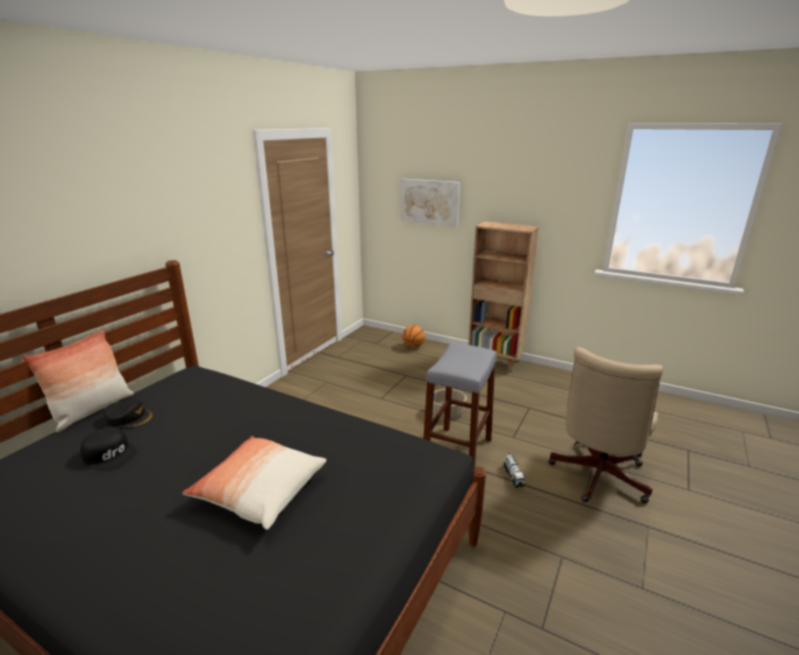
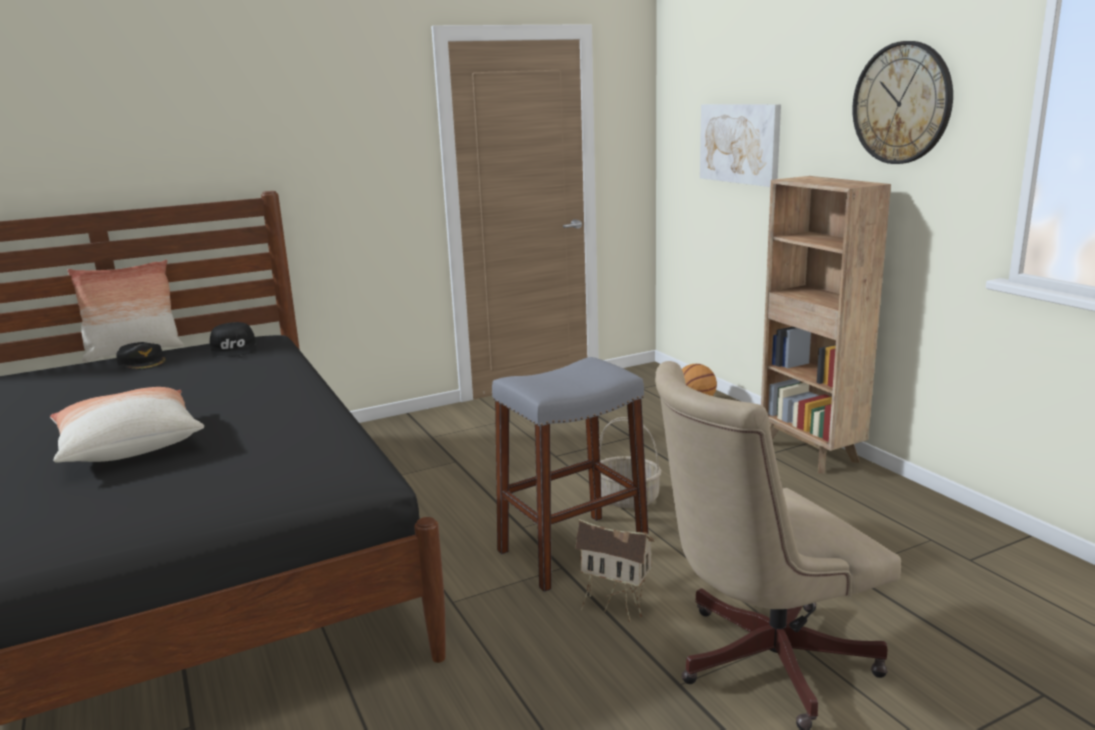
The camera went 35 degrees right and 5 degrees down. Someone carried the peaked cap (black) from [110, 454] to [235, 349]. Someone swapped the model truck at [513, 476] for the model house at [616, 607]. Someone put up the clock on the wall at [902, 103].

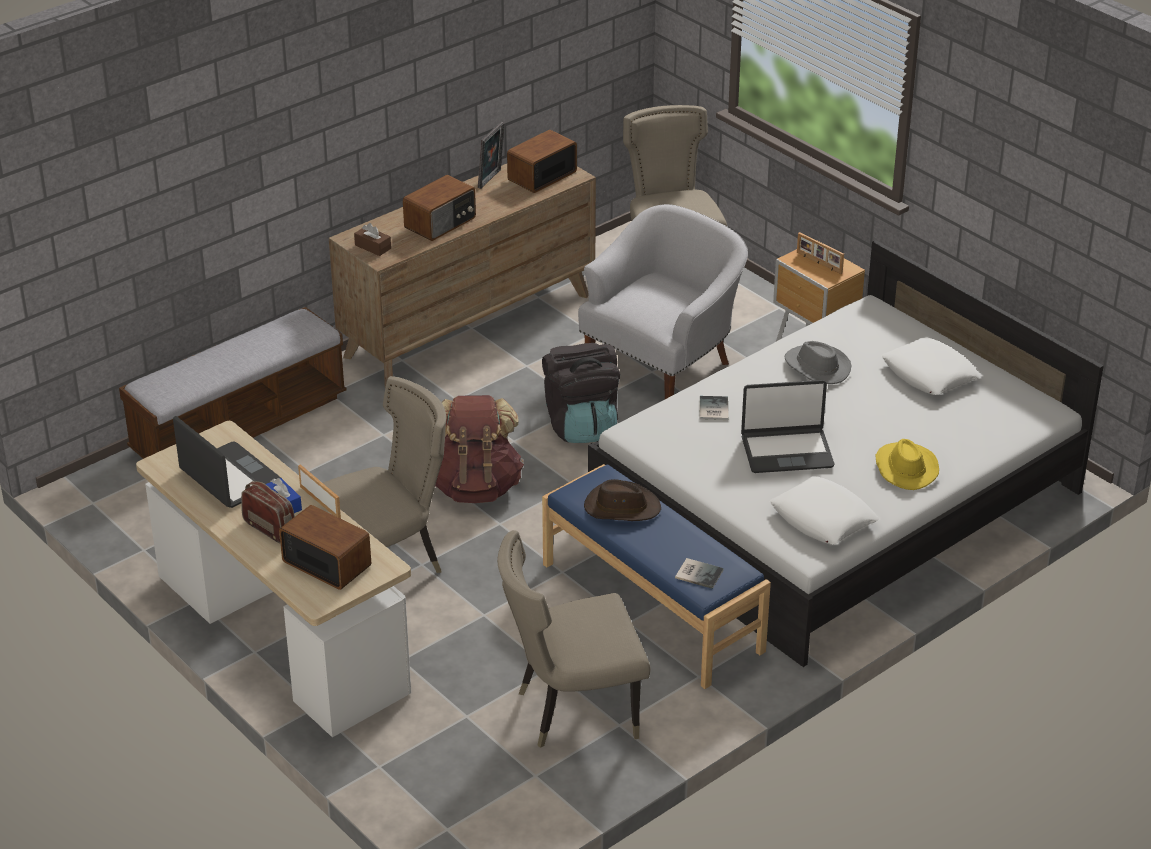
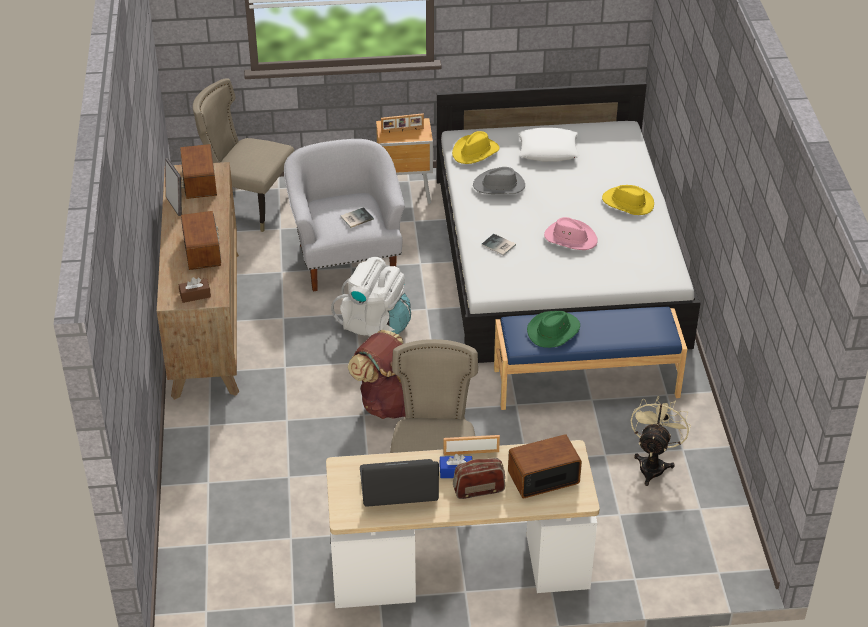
The camera went 55 degrees left and 5 degrees up. Someone took away the indoor bench at [240, 424]. Someone swapped the chair (sand-coloured) at [571, 711] for the electric fan (sand-coloured) at [653, 464]. Someone repainted the rucksack (black) at [581, 425], which became the rucksack (white-coloured) at [375, 324]. Someone repainted the hat (brownish) at [621, 507], which became the hat (green) at [553, 331]. Someone carried the bound book from [698, 573] to [355, 218]. Someone swapped the laptop at [786, 451] for the hat (pink) at [570, 238]. Someone took away the throw pillow (white-coloured) at [823, 518]. Someone put down the hat (yellow) at [475, 152].

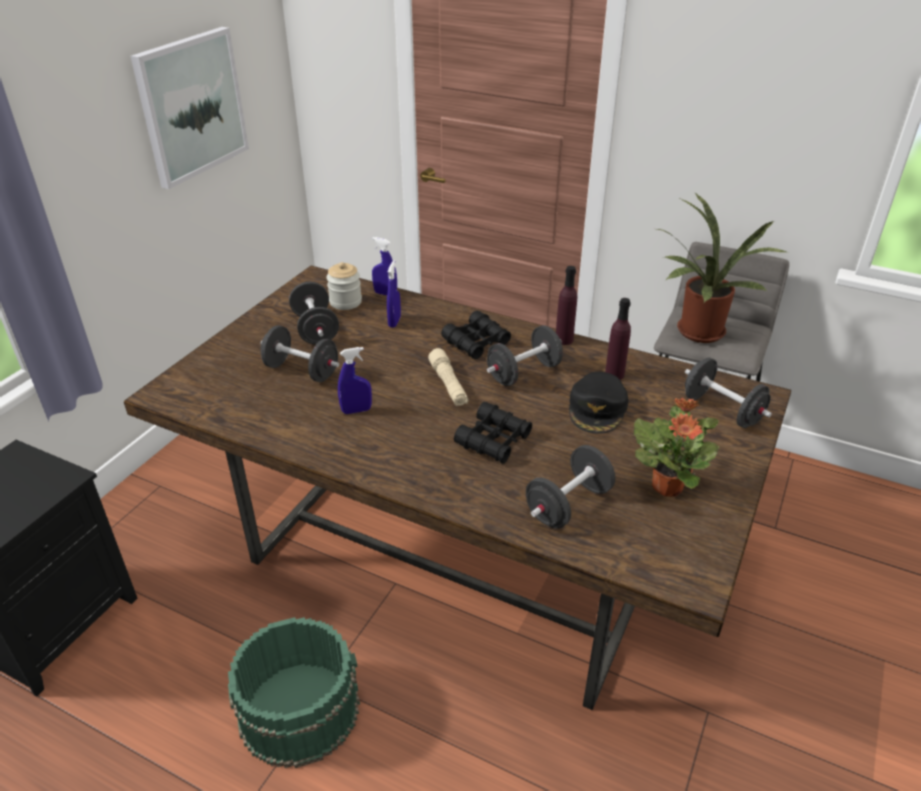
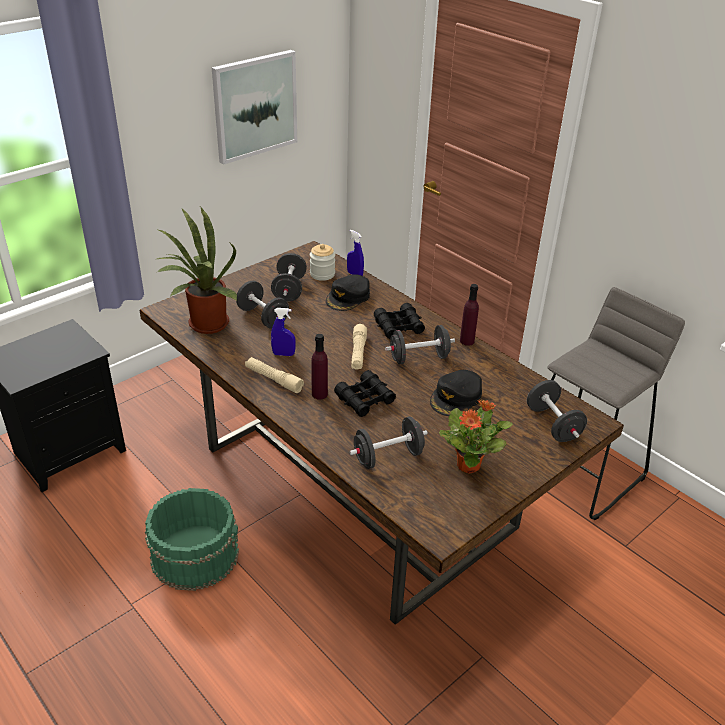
The camera went 20 degrees right and 0 degrees up. Someone swapped the spray bottle (bluish) at [394, 322] for the peaked cap (black) at [348, 297]. Someone carried the bottle (purple) from [614, 374] to [319, 394]. Someone carried the houseplant from [697, 334] to [204, 325]. Someone put down the hand torch (sand-coloured) at [273, 379].

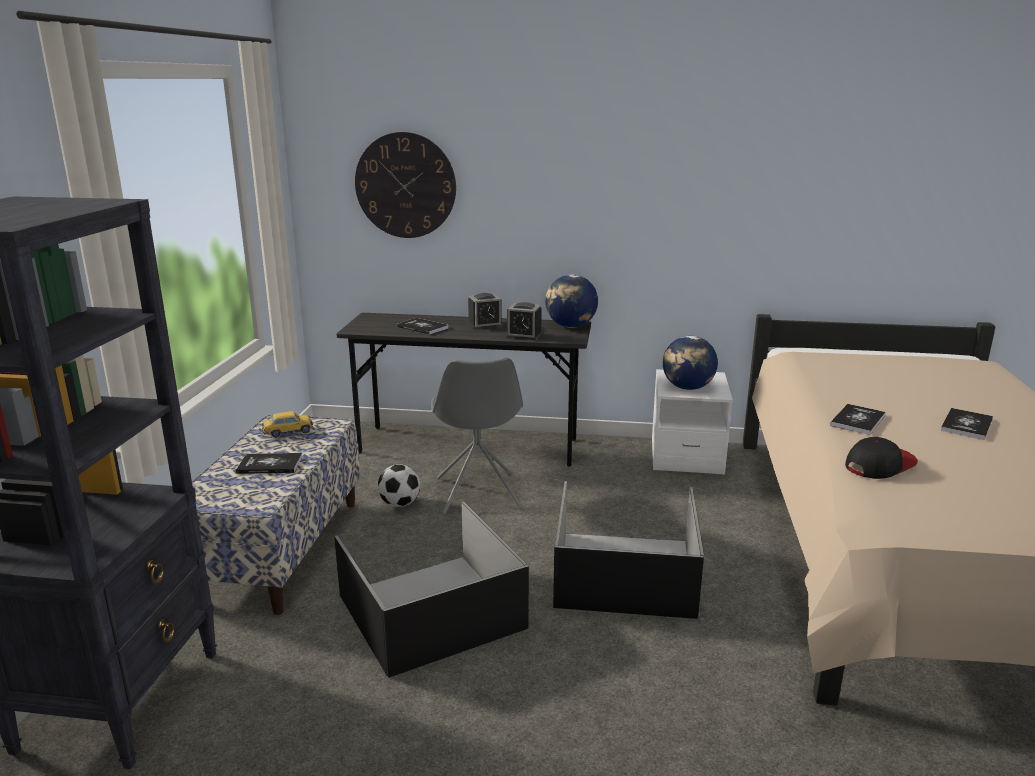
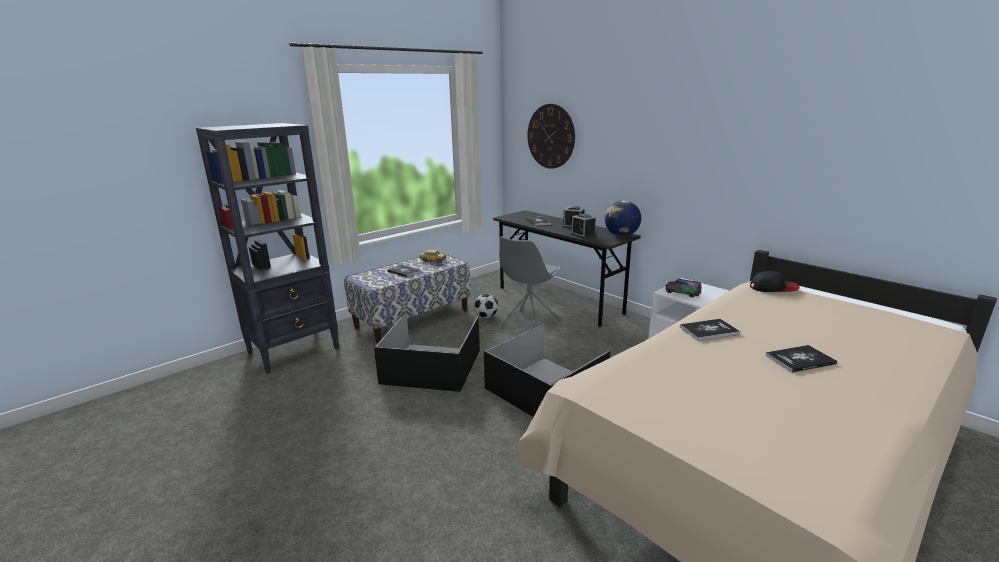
The camera went 40 degrees right and 0 degrees up. Someone swapped the desk globe at [688, 388] for the model truck at [682, 293]. Someone carried the peaked cap from [879, 465] to [773, 288].

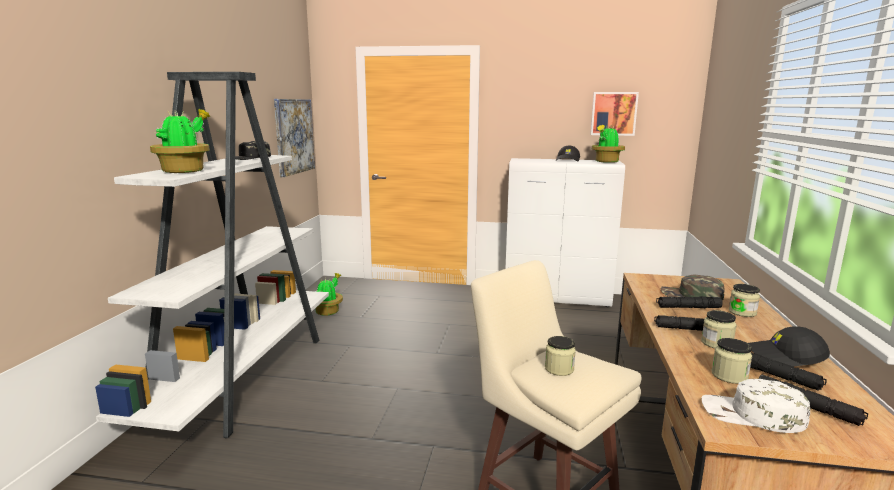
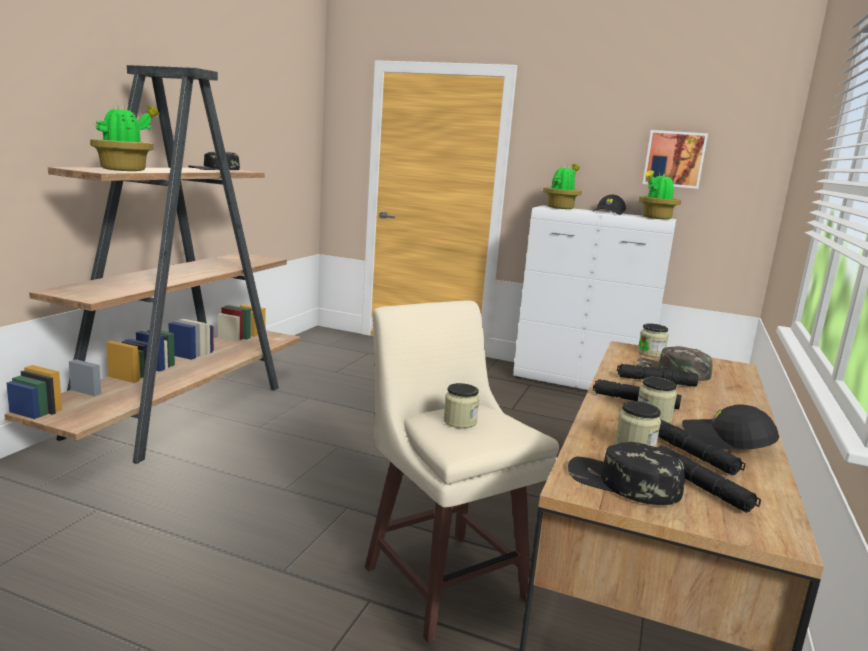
The camera went 10 degrees right and 0 degrees up. Someone repainted the bookcase (white-coloured) at [244, 375], which became the bookcase (brownish) at [183, 409]. Someone took away the wall art at [294, 136]. Someone carried the houseplant from [328, 311] to [560, 208]. Someone repainted the peaked cap (white-coloured) at [752, 414], which became the peaked cap (black) at [622, 483]. Someone carried the storage jar from [742, 312] to [651, 353].

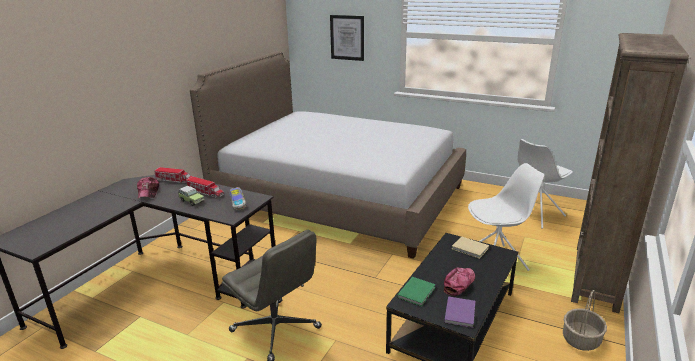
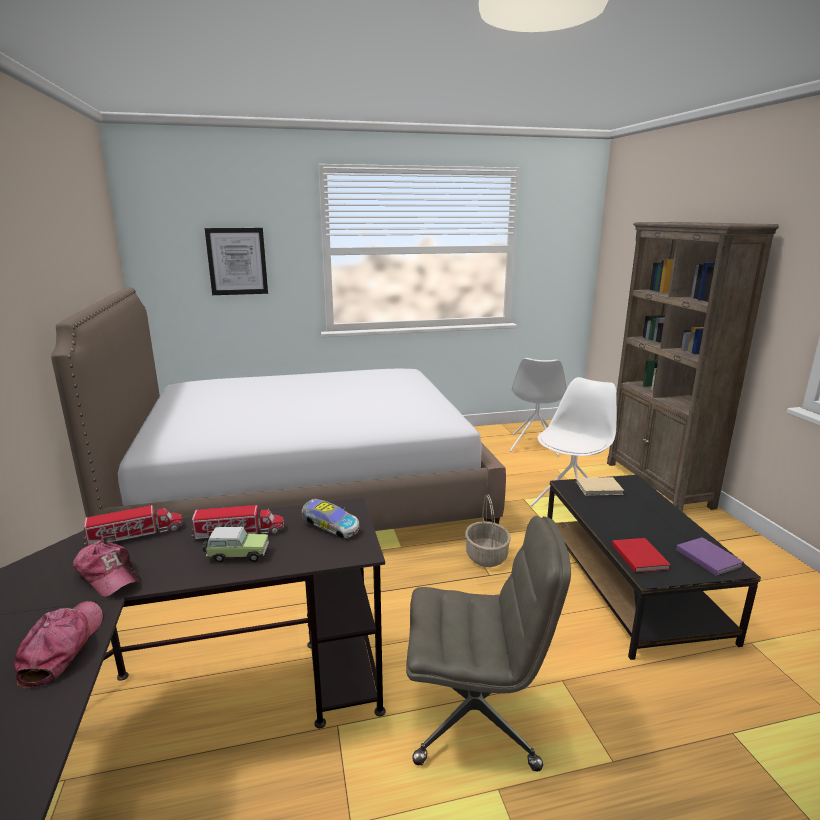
The camera went 40 degrees left and 5 degrees down. Someone repainted the bound book (green) at [417, 292], which became the bound book (red) at [639, 556]. Someone carried the peaked cap from [459, 283] to [62, 647]. Someone carried the storage basket from [581, 340] to [487, 556].

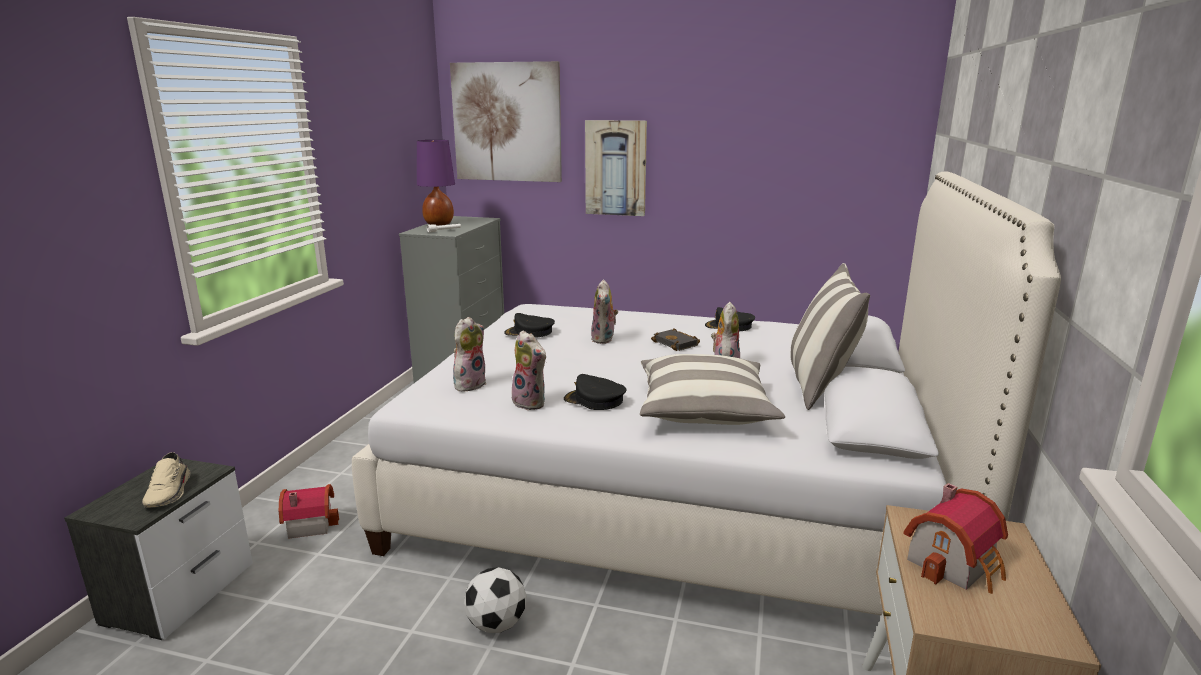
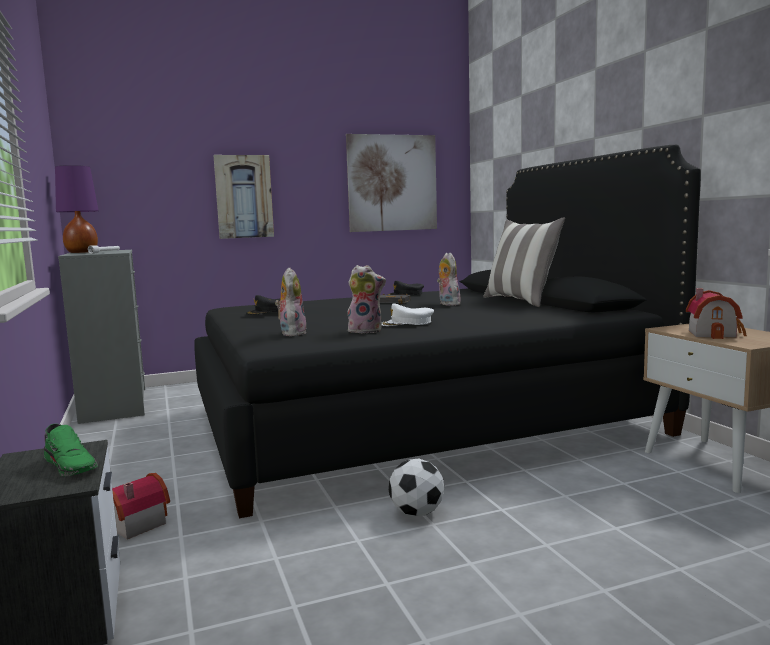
The camera went 35 degrees left and 10 degrees down. Someone repainted the low shoe (sand-coloured) at [170, 492], which became the low shoe (green) at [72, 465]. Someone repainted the bed (white-coloured) at [674, 491], which became the bed (black) at [421, 421]. Someone carried the wall art from [506, 122] to [392, 183]. Someone repainted the peaked cap (black) at [594, 400], which became the peaked cap (white-coloured) at [407, 323]. Someone took away the soft toy at [604, 339]. Someone took away the throw pillow at [704, 410].

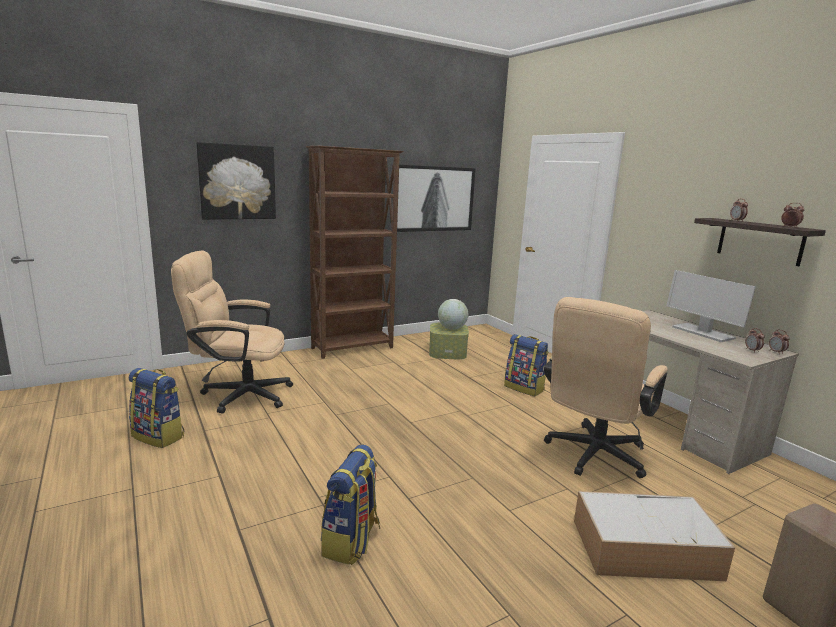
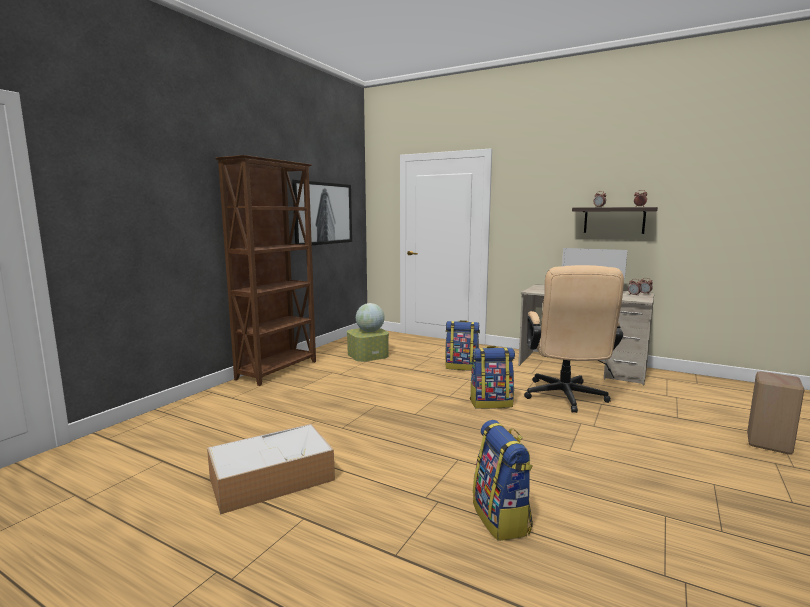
The camera went 30 degrees left and 5 degrees down. Someone carried the rucksack from [159, 436] to [491, 403]. Someone took away the computer chair (sand-coloured) at [238, 394]. Someone took away the wall art at [237, 182]. Someone carried the storage container from [646, 548] to [273, 478].

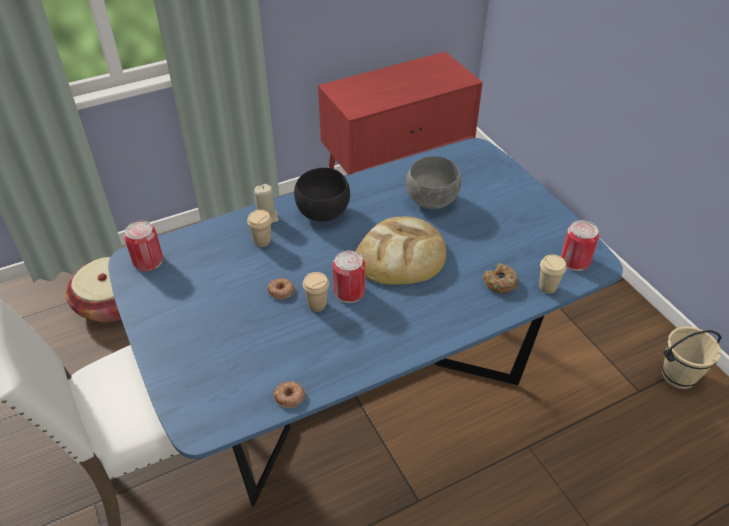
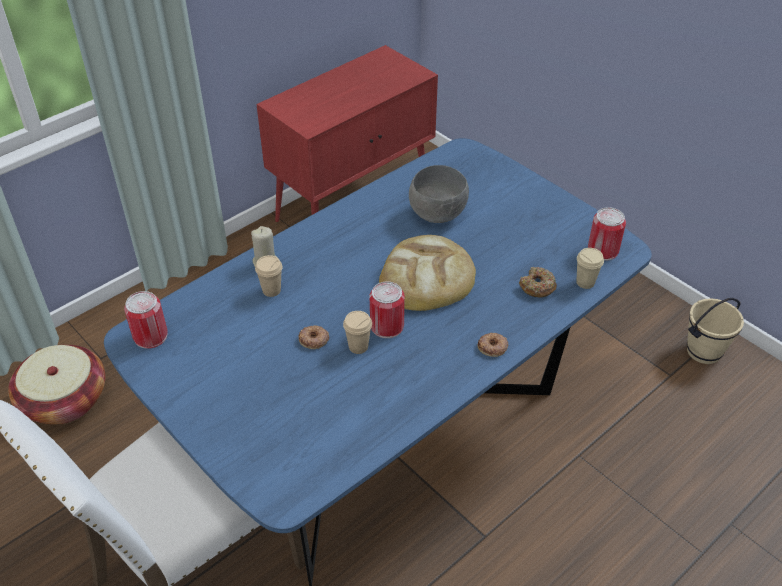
The camera went 15 degrees left and 0 degrees up. Someone carried the donut from [289, 397] to [492, 347]. Someone took away the deep dish (black) at [324, 213].

